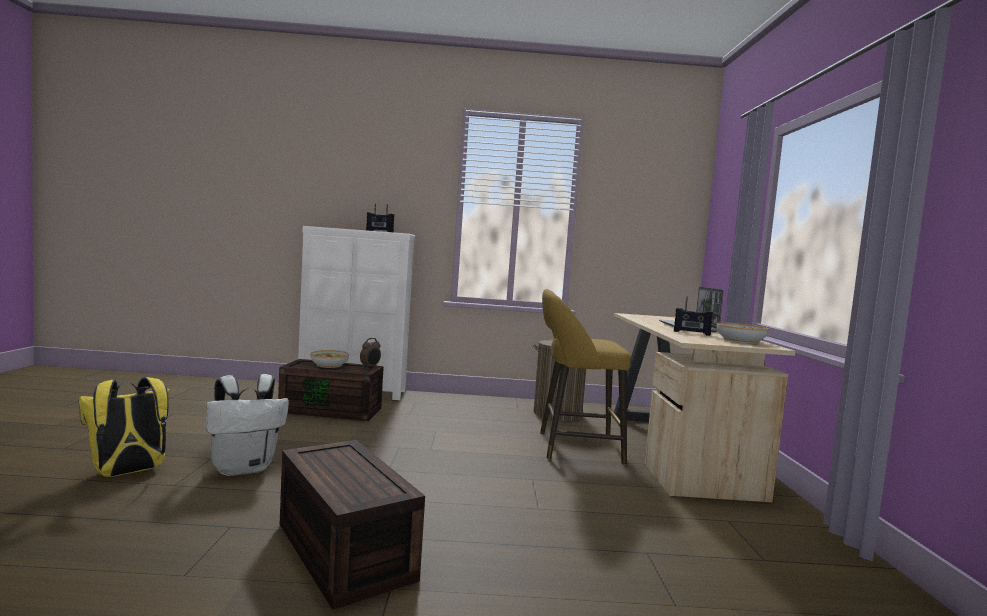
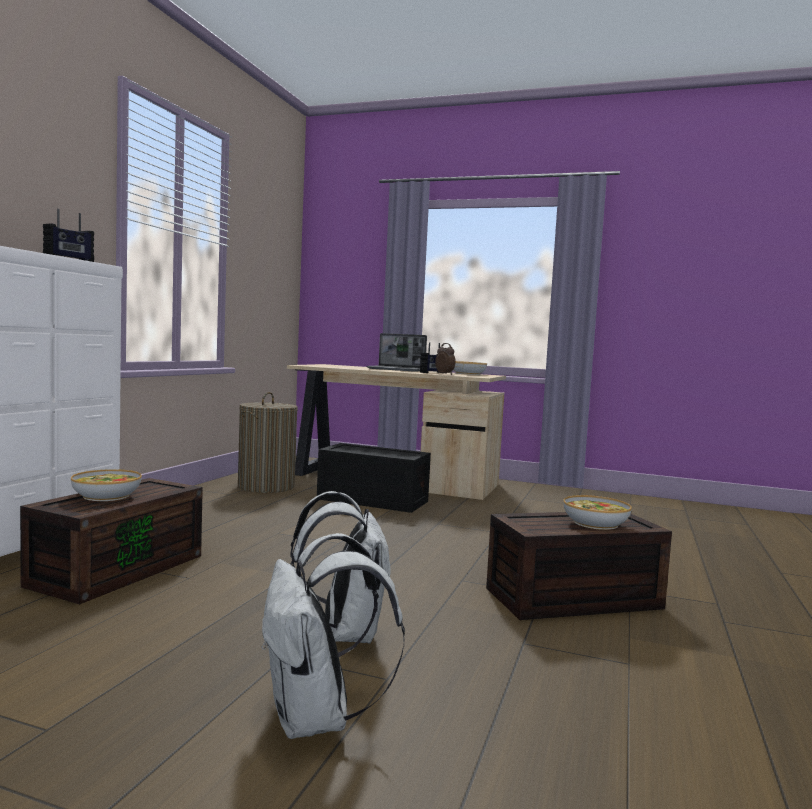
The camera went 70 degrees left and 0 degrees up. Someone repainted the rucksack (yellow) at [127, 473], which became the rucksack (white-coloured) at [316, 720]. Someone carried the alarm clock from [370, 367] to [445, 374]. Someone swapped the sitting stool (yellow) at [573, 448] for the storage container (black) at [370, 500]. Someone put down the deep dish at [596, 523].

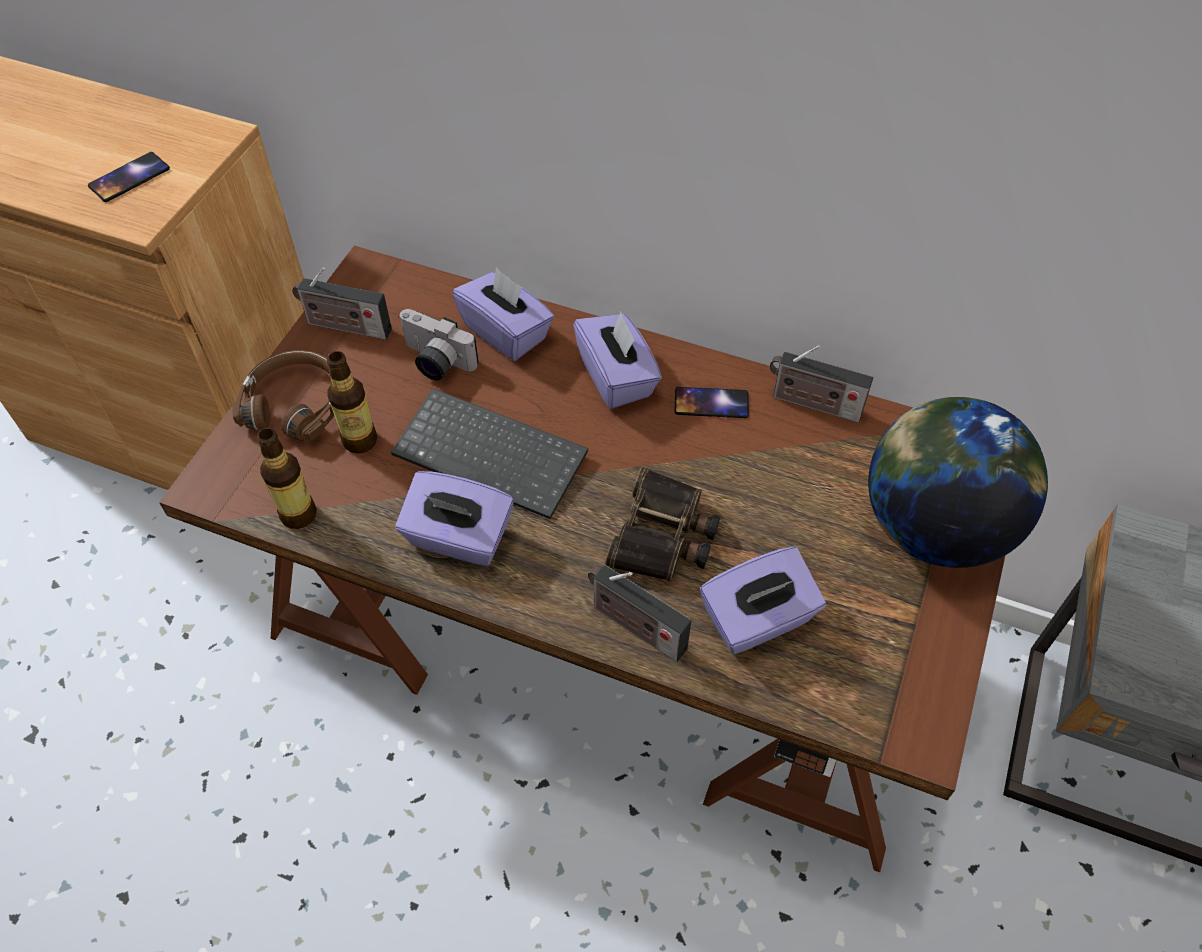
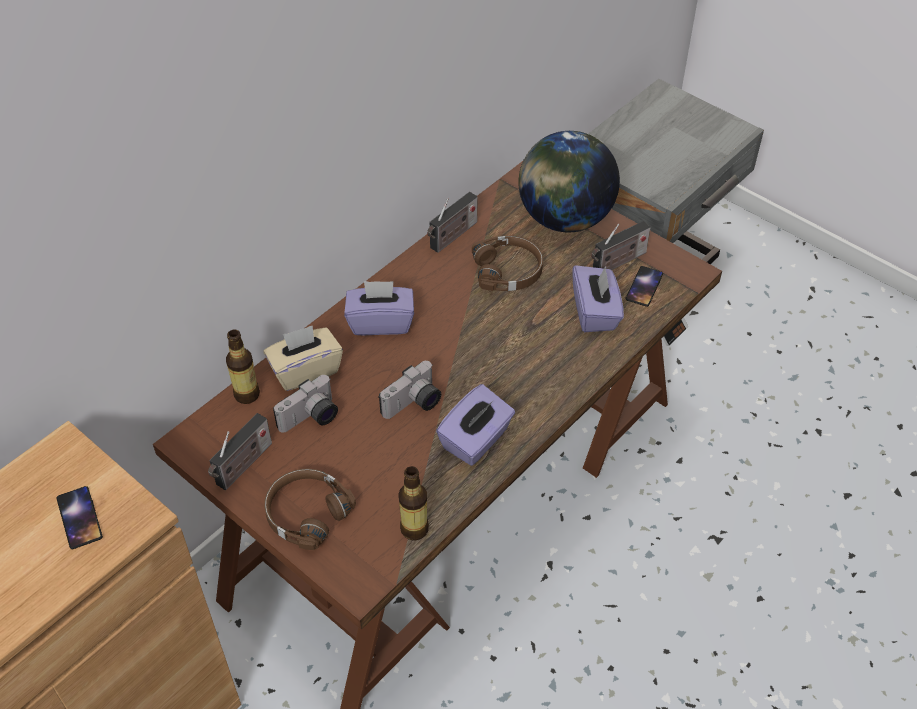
The camera went 70 degrees left and 5 degrees down. Someone carried the bottle from [360, 440] to [247, 394]. Someone swapped the PC keyboard at [494, 454] for the photo camera at [414, 404]. Someone repainted the tissue holder (purple) at [506, 332], which became the tissue holder (sand-coloured) at [305, 370]. Someone carried the radio set from [634, 626] to [617, 263]. Someone took away the pair of binoculars at [664, 536]. Someone carried the telephone from [711, 403] to [644, 286]. Someone put down the headphones (brownish) at [508, 271].

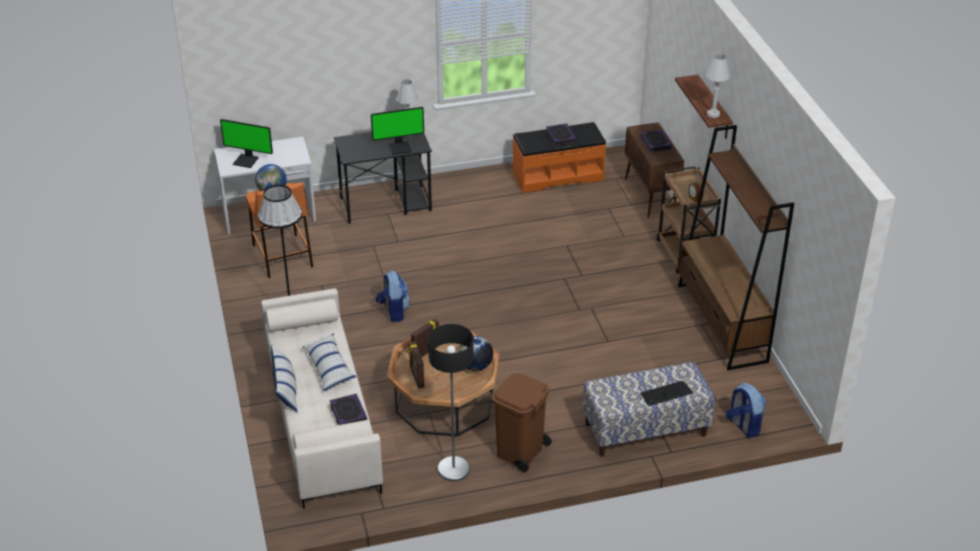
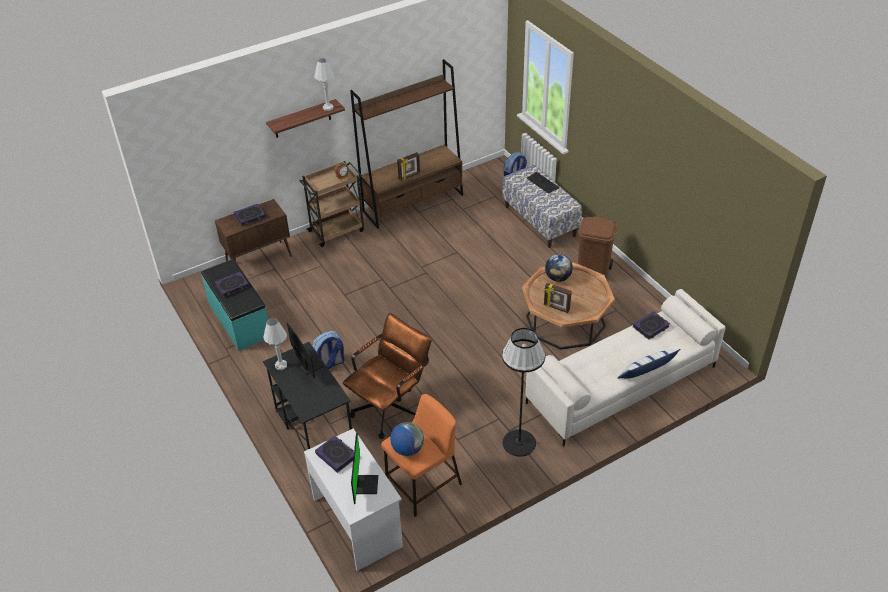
The camera went 105 degrees left and 5 degrees up. Someone took away the throw pillow at [329, 368]. Someone carried the rucksack from [393, 312] to [330, 364]. Someone carried the picture frame from [416, 377] to [409, 176]. Someone took away the floor lamp at [454, 469]. Someone repainted the indoor bench (orange) at [557, 176], which became the indoor bench (turquoise-coloured) at [239, 320]. Someone put down the bound book at [336, 455]. Someone put down the computer chair (brownish) at [391, 406].

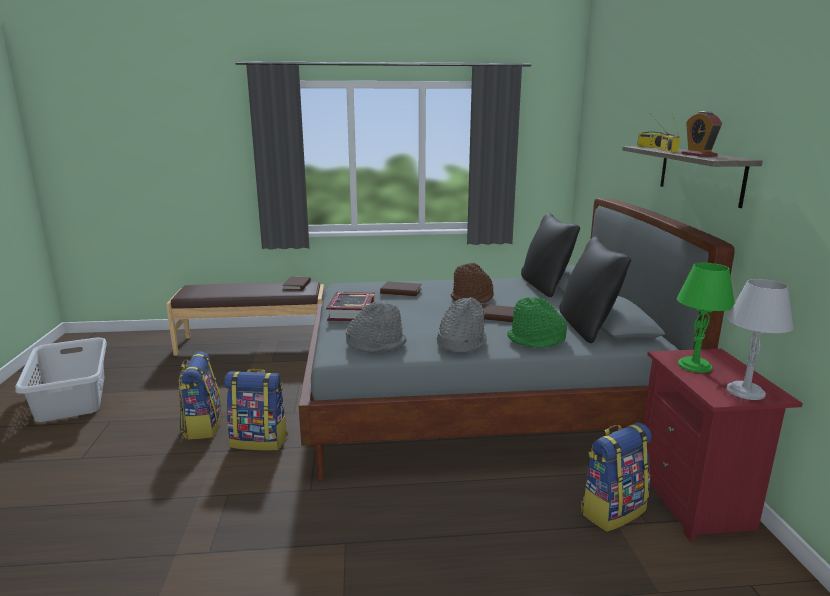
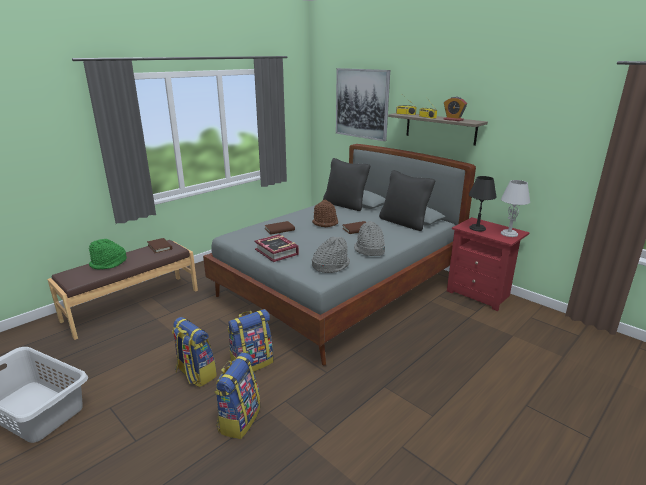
The camera went 40 degrees left and 5 degrees up. Someone carried the hat (green) from [536, 340] to [109, 263]. Someone carried the rucksack from [612, 510] to [239, 419]. Someone repainted the table lamp (green) at [694, 365], which became the table lamp (black) at [477, 228]. Someone put up the wall art at [362, 103].

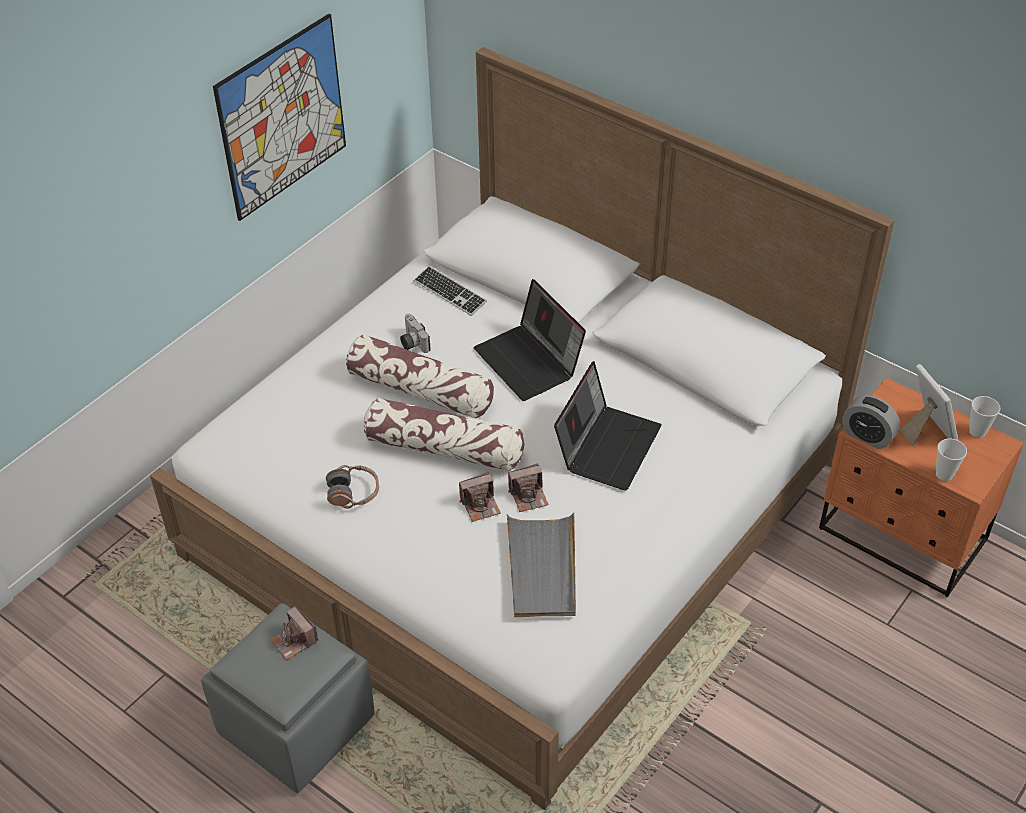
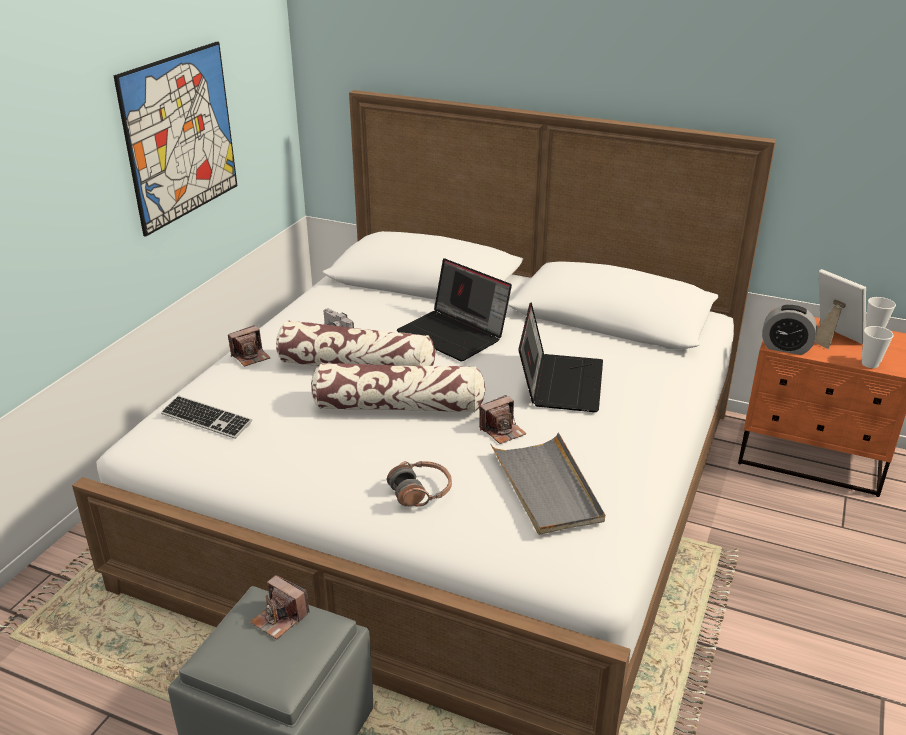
The camera went 15 degrees left and 15 degrees down. Someone carried the headphones from [353, 493] to [420, 492]. Someone carried the PC keyboard from [450, 292] to [206, 419]. Someone carried the photo camera from [480, 505] to [250, 356].

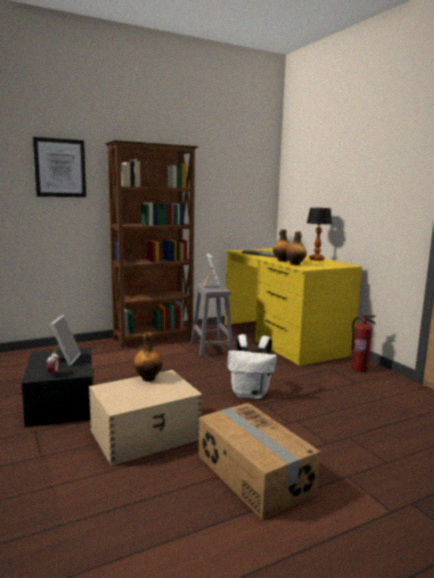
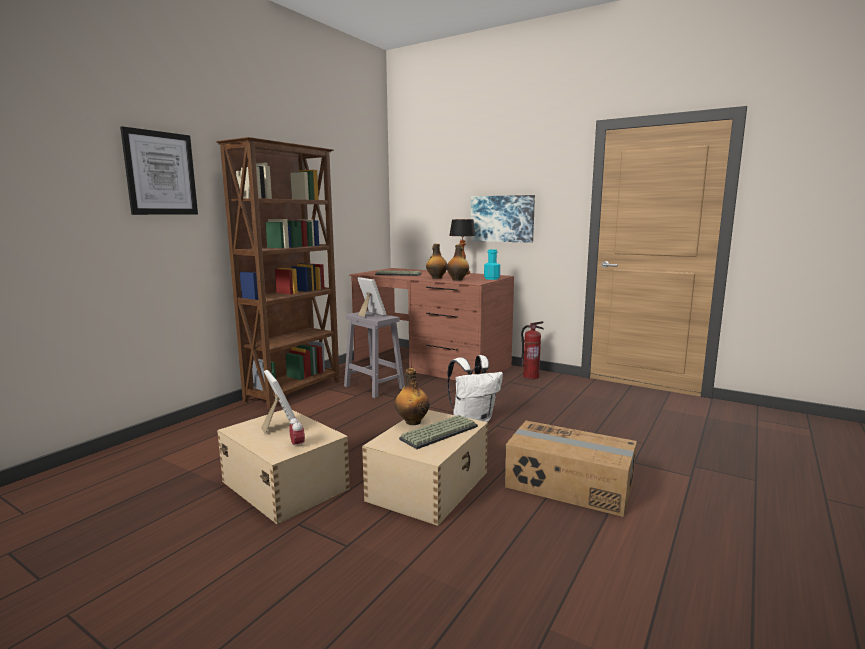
The camera went 30 degrees left and 0 degrees up. Someone repainted the storage container (black) at [62, 402], which became the storage container (sand-coloured) at [285, 484]. Someone repainted the desk (yellow) at [282, 338], which became the desk (brownish) at [431, 364]. Someone put down the PC keyboard at [439, 432]. Someone put up the wall art at [502, 218]. Someone put down the bottle (turquoise-coloured) at [491, 278].

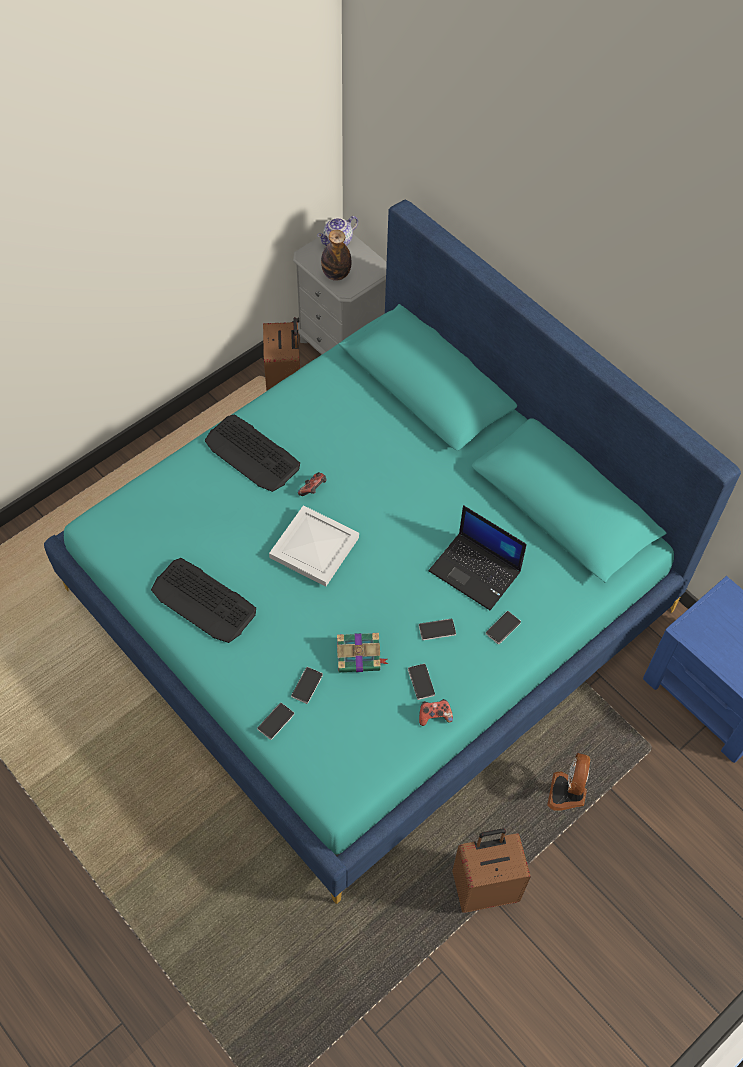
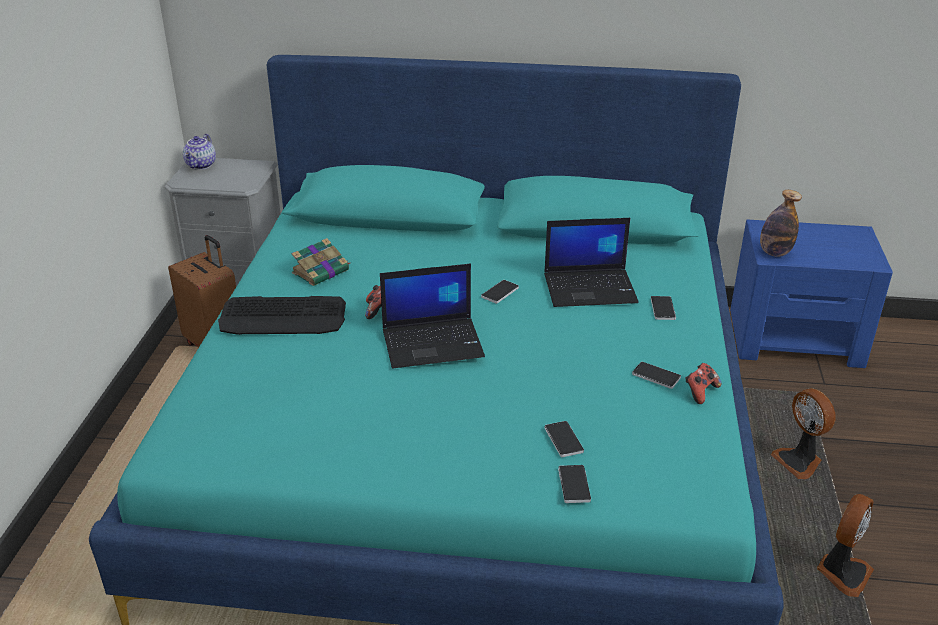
The camera went 40 degrees left and 25 degrees down. Someone took away the PC keyboard at [204, 601]. Someone swapped the carrying tray (white-coloured) at [316, 547] for the laptop at [433, 342]. Someone carried the bottle from [336, 274] to [774, 253]. Someone carried the bound book from [359, 656] to [321, 271]. Someone carried the telephone from [437, 630] to [500, 292]. Someone swapped the travel case (brownish) at [485, 887] for the electric fan at [842, 573].

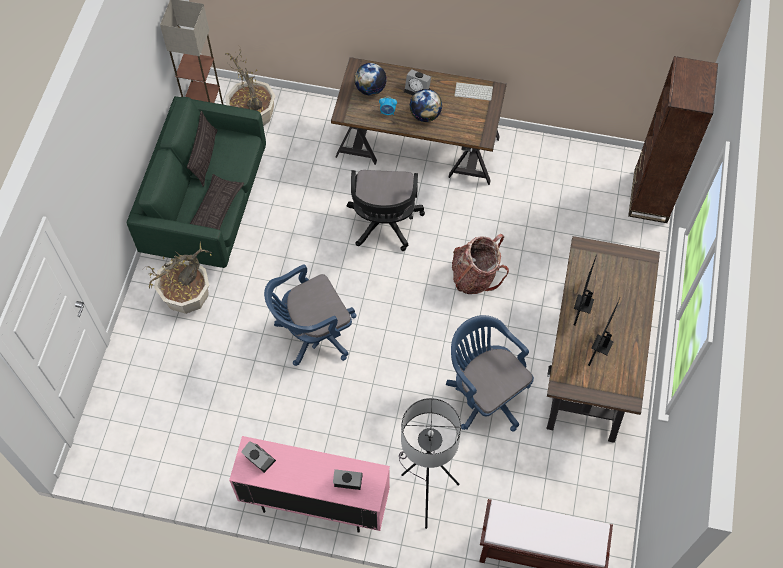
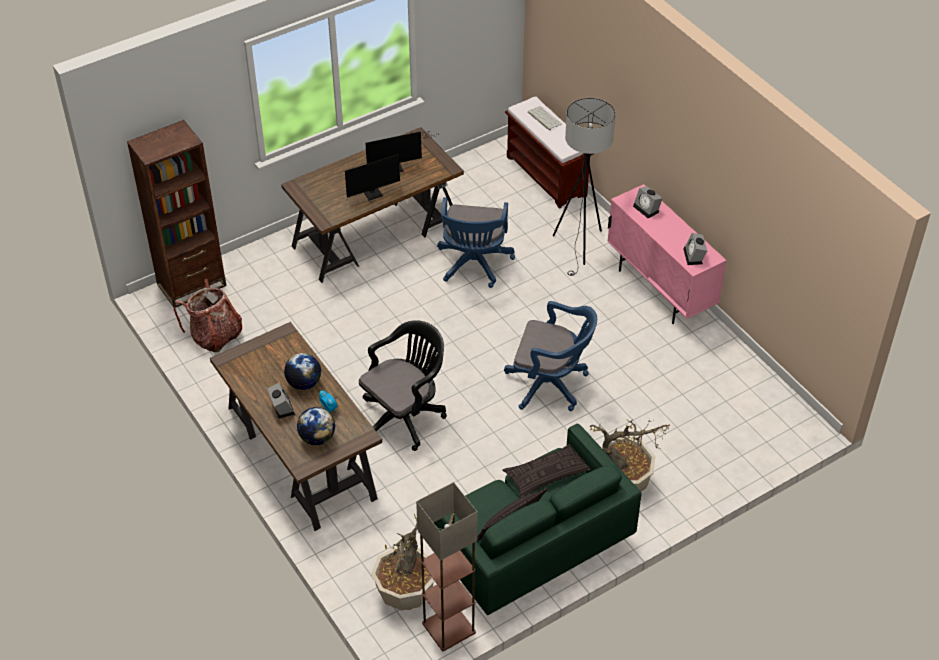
The camera went 135 degrees left and 15 degrees down. Someone carried the rucksack from [475, 276] to [215, 336]. Someone carried the PC keyboard from [474, 91] to [543, 118].

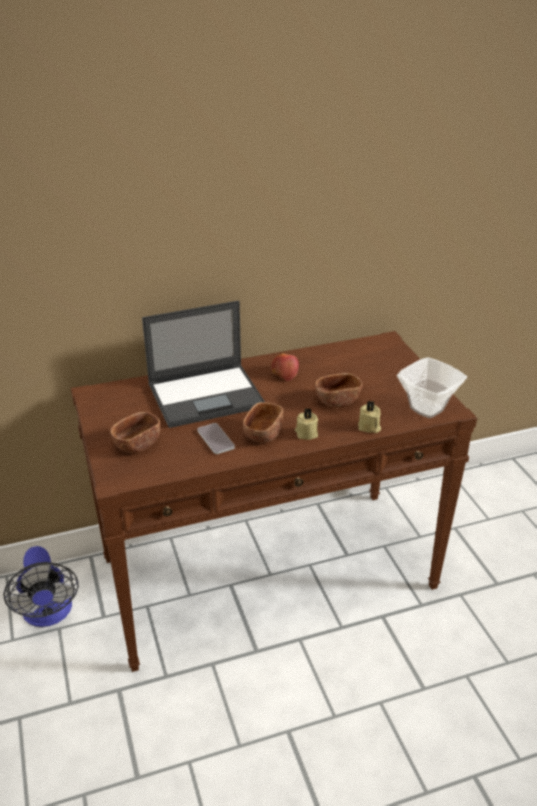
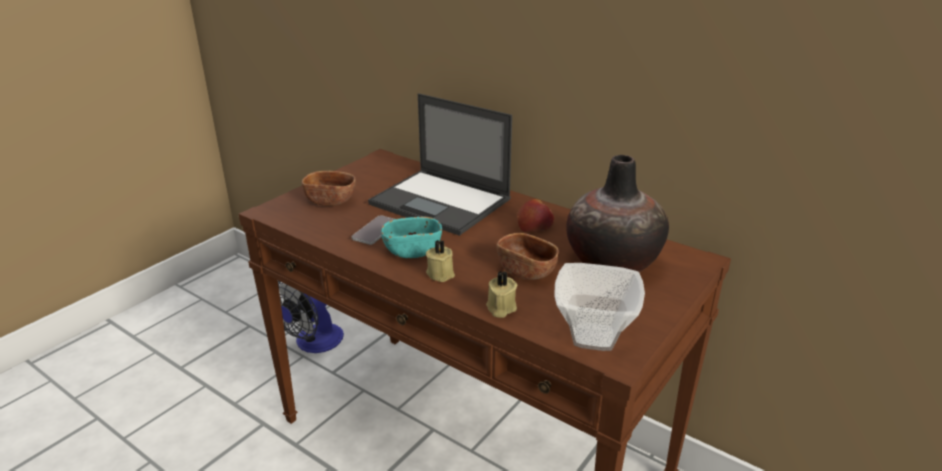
The camera went 55 degrees right and 5 degrees down. Someone repainted the deep dish (brownish) at [263, 433], which became the deep dish (turquoise-coloured) at [412, 250]. Someone put down the vase at [612, 261].

